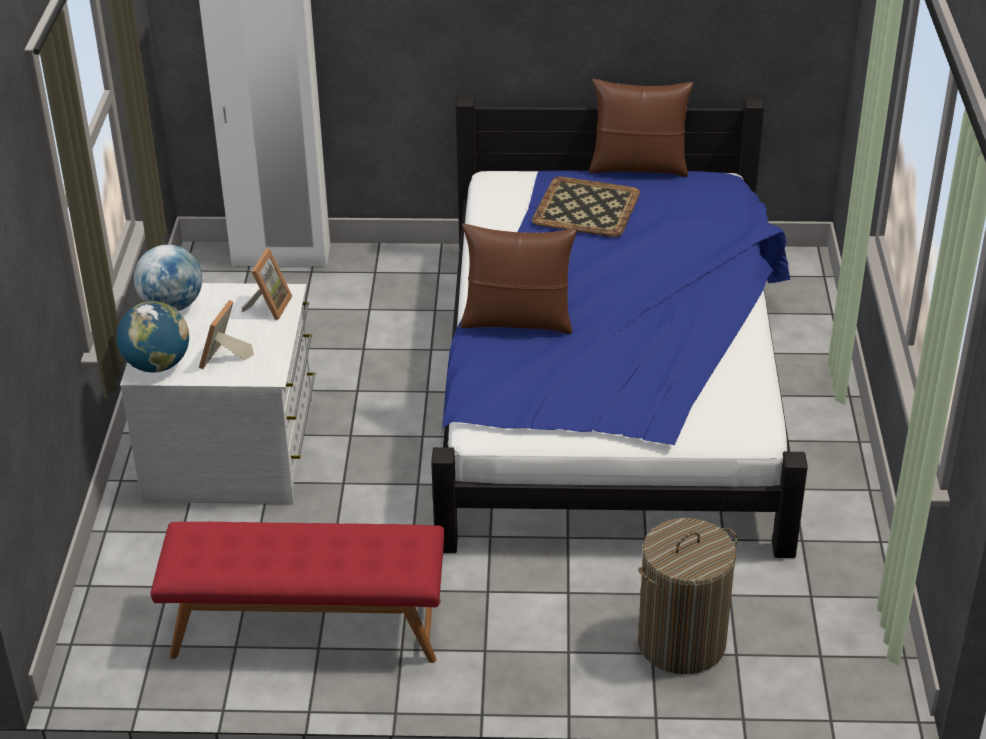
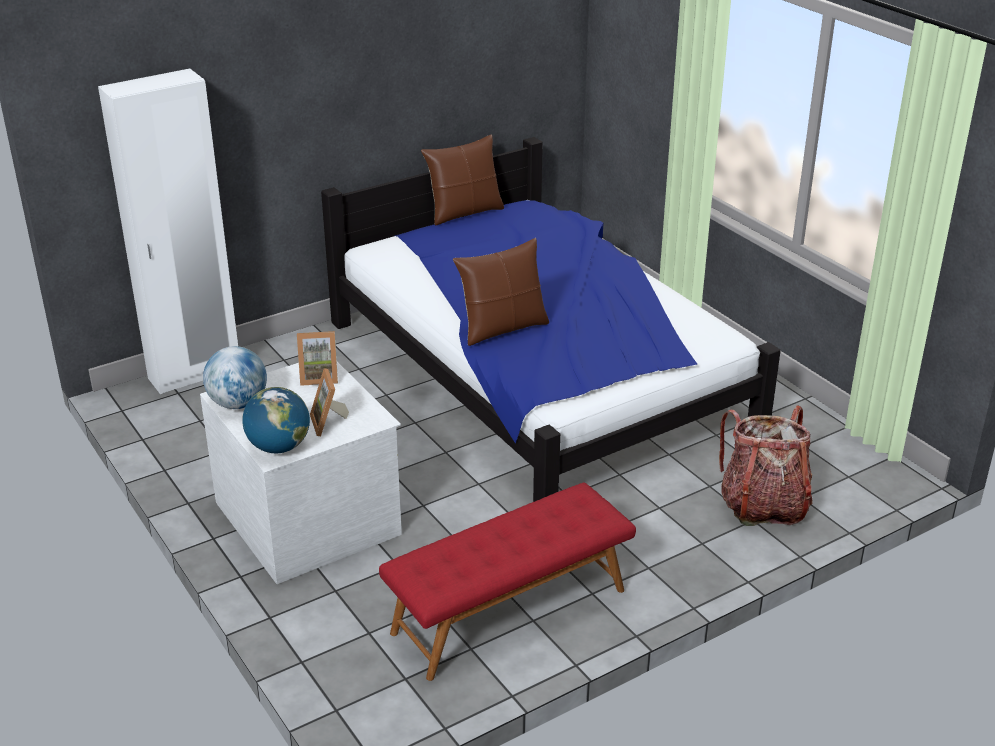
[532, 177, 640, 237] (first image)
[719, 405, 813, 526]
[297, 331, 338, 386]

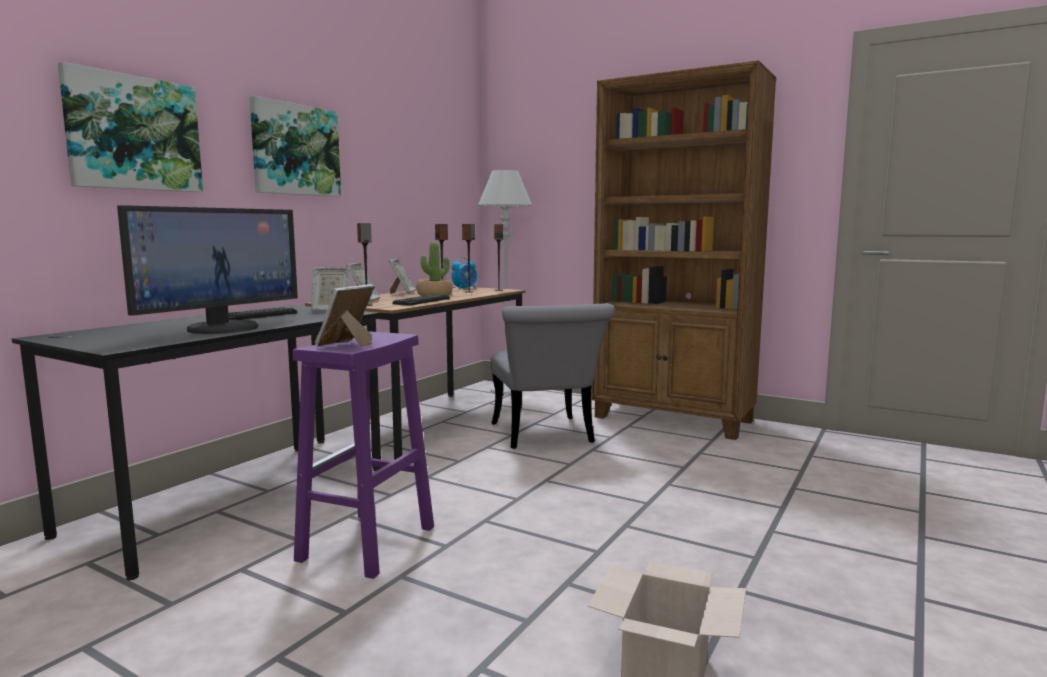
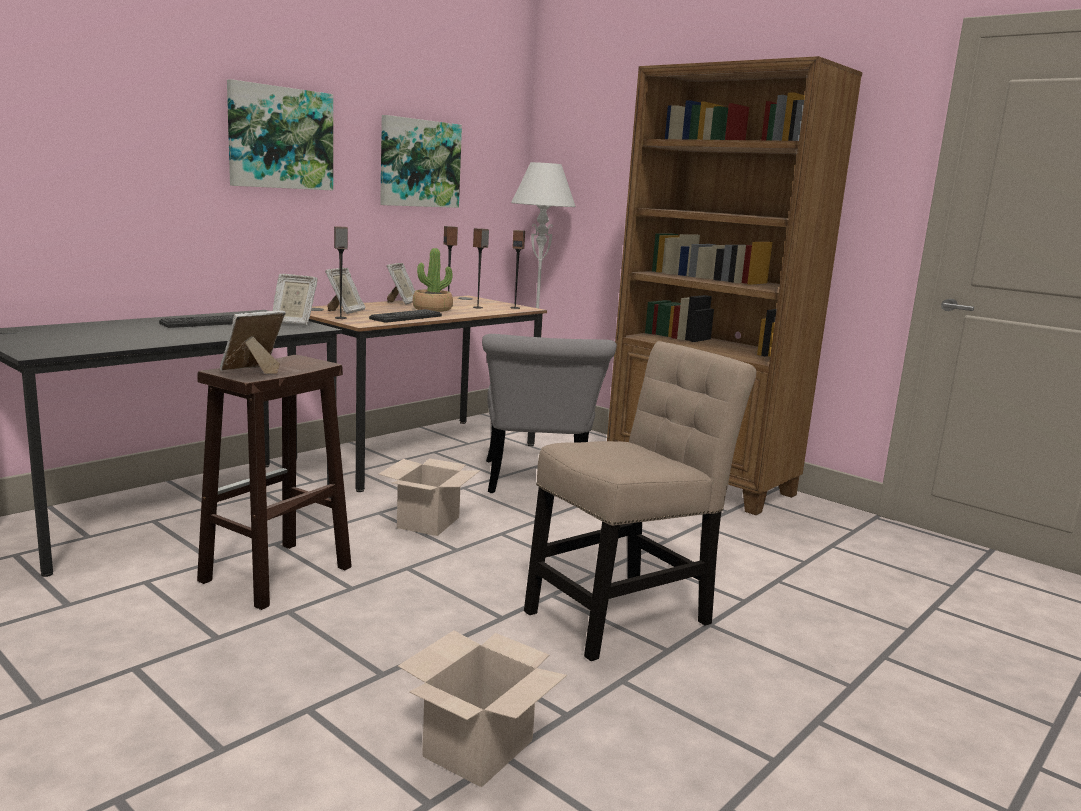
[117, 205, 298, 334] (first image)
[452, 257, 477, 290] (first image)
[379, 458, 480, 536]
[524, 341, 756, 661]
[380, 115, 462, 208]
[197, 355, 352, 610]

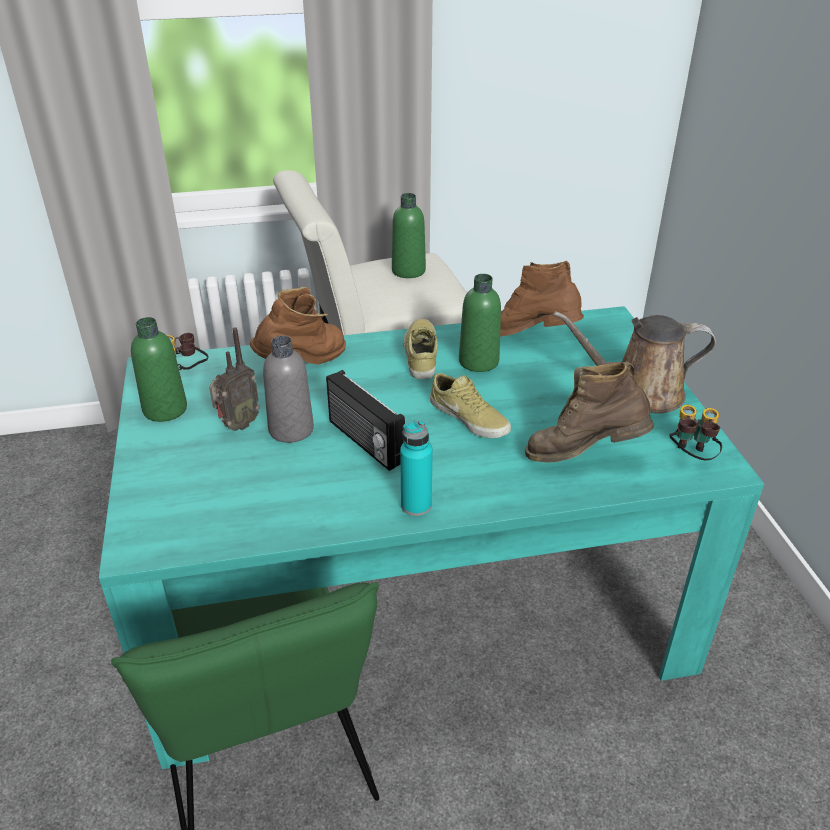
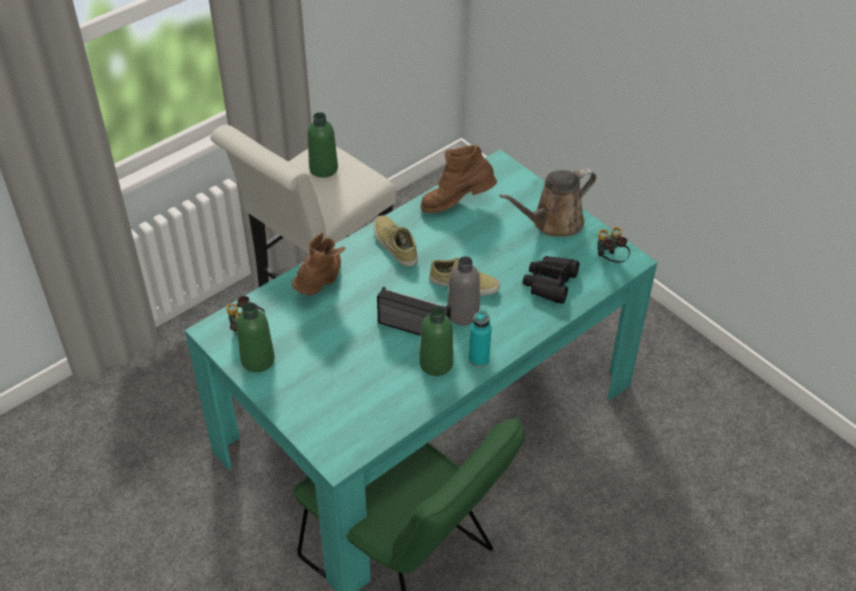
[209, 327, 260, 431] (first image)
[447, 256, 480, 325]
[419, 306, 453, 376]
[523, 256, 579, 304]

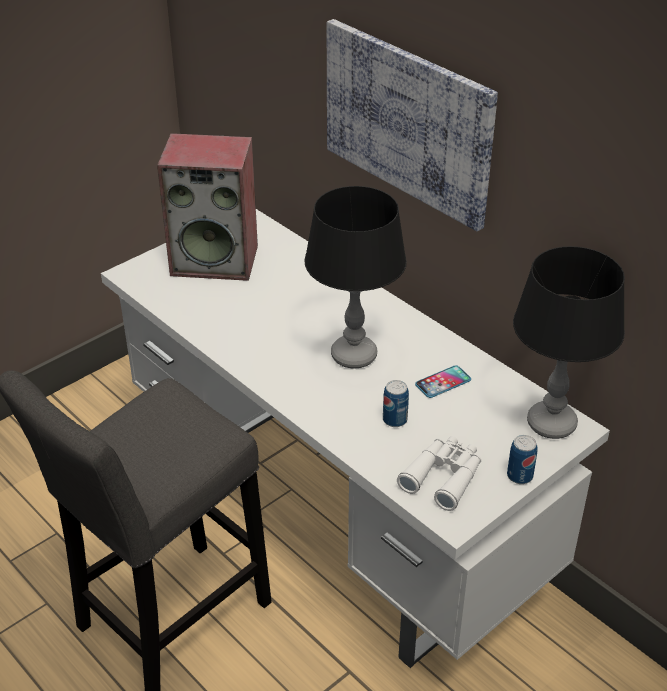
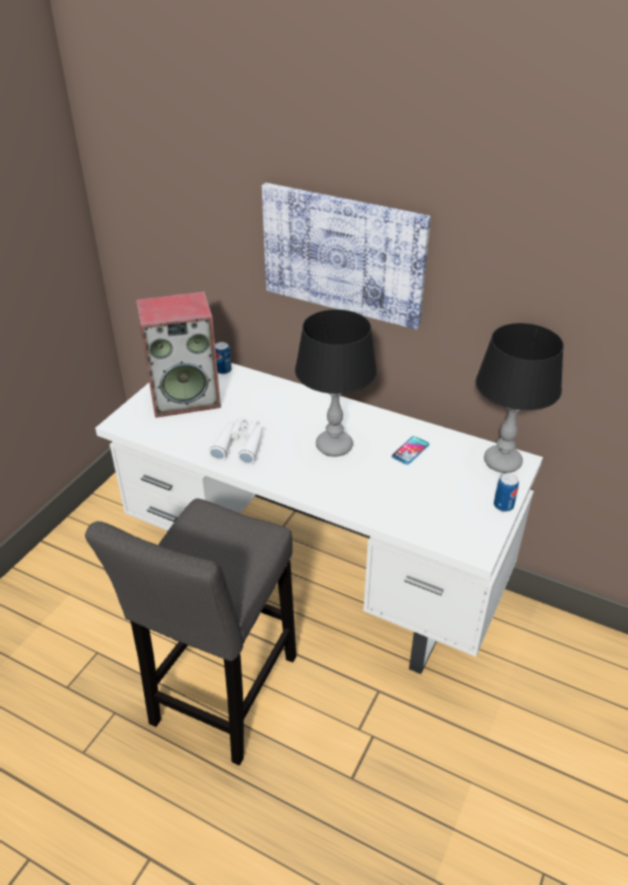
[215, 342, 232, 374]
[209, 418, 263, 465]

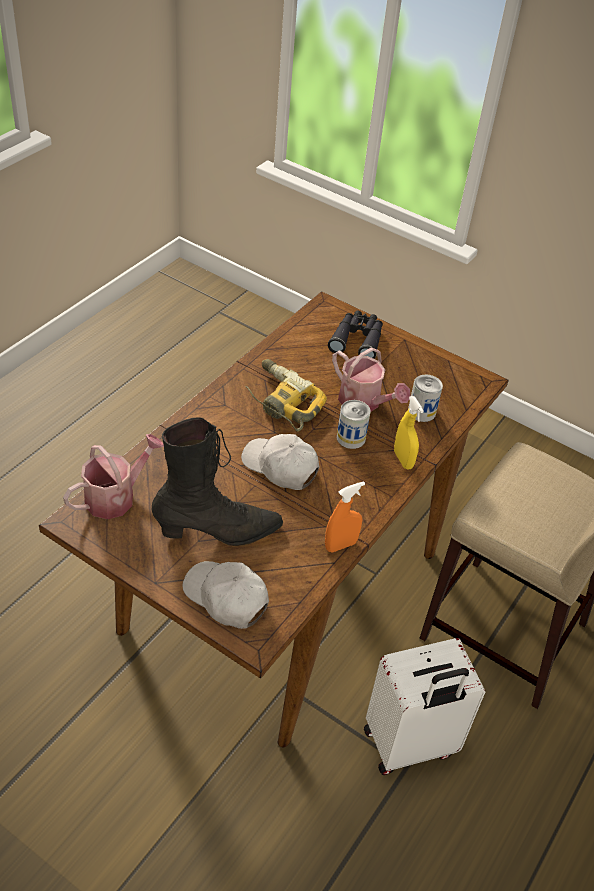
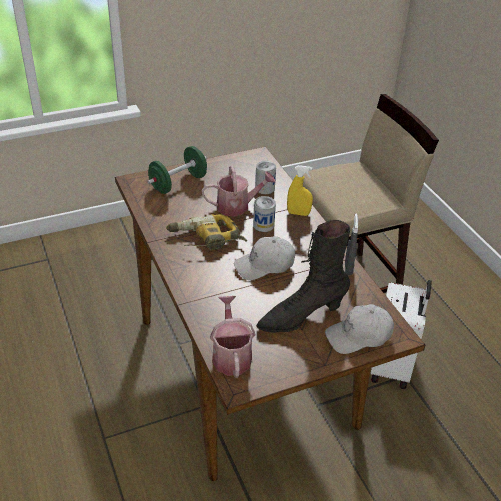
[147, 146, 207, 194]
[345, 214, 358, 275]
[256, 220, 350, 333]

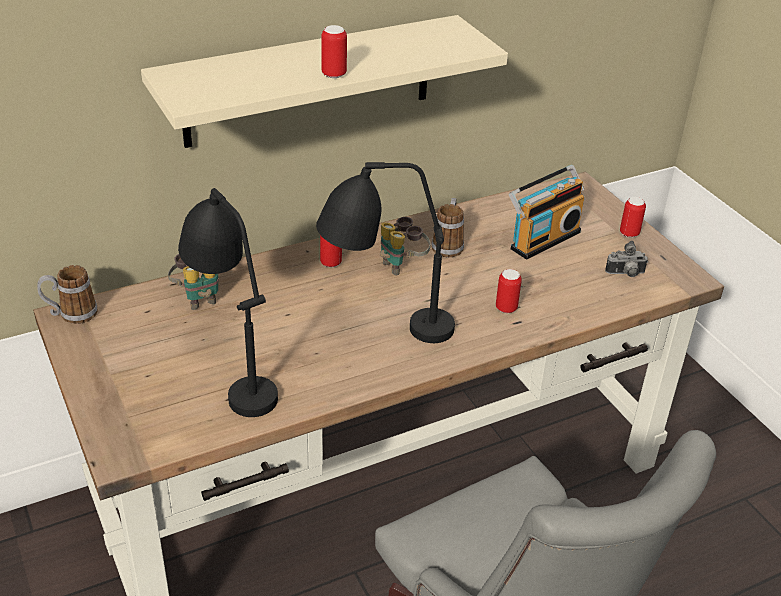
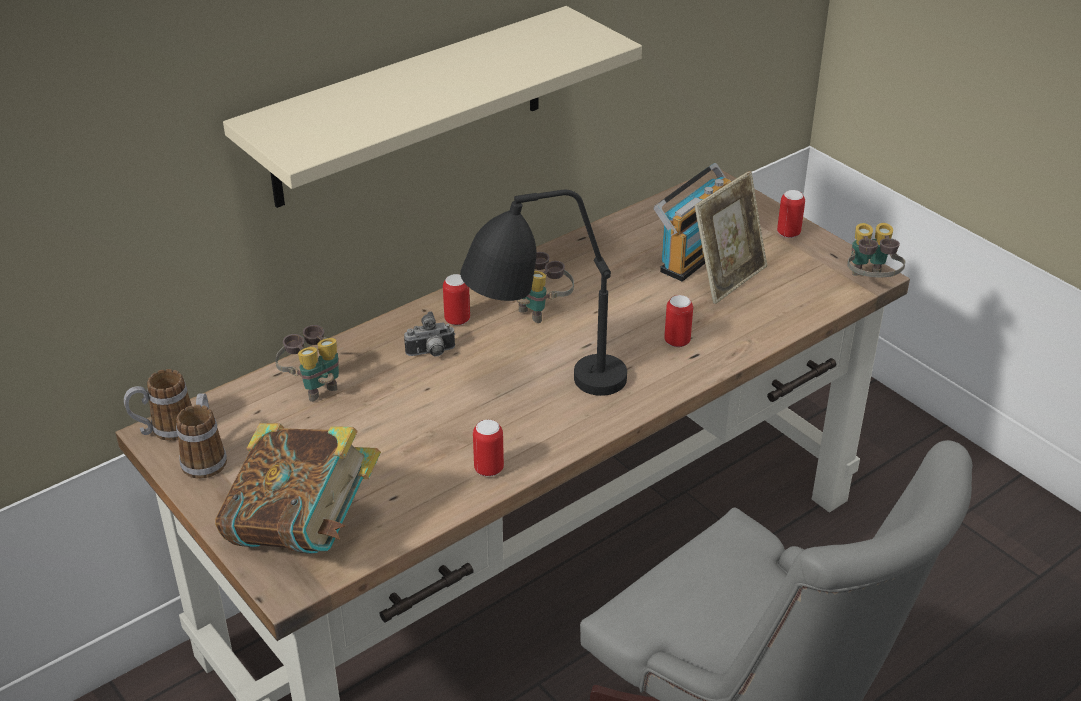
[178, 188, 278, 417] (first image)
[215, 423, 381, 554]
[694, 171, 767, 304]
[847, 223, 905, 277]
[473, 420, 504, 477]
[176, 393, 227, 479]
[404, 311, 455, 357]

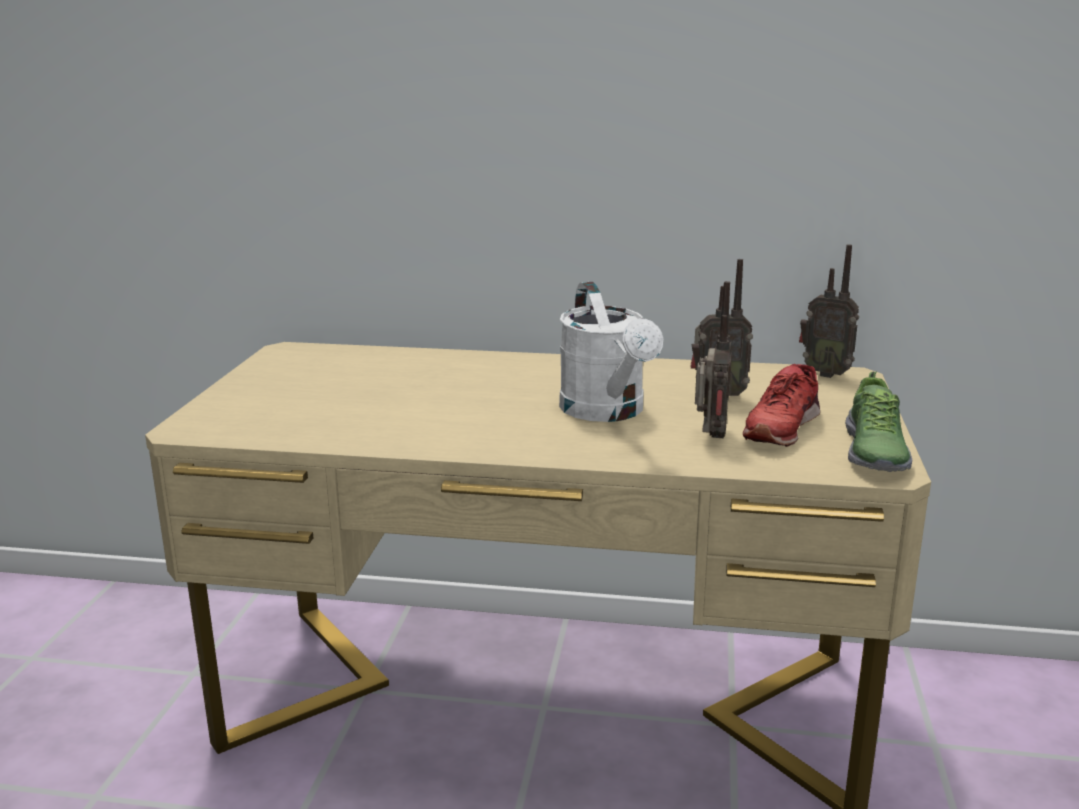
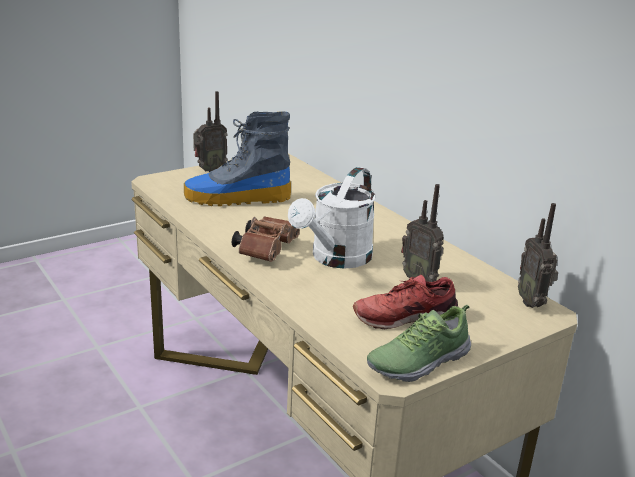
[184, 111, 291, 206]
[232, 216, 300, 262]
[193, 91, 228, 172]

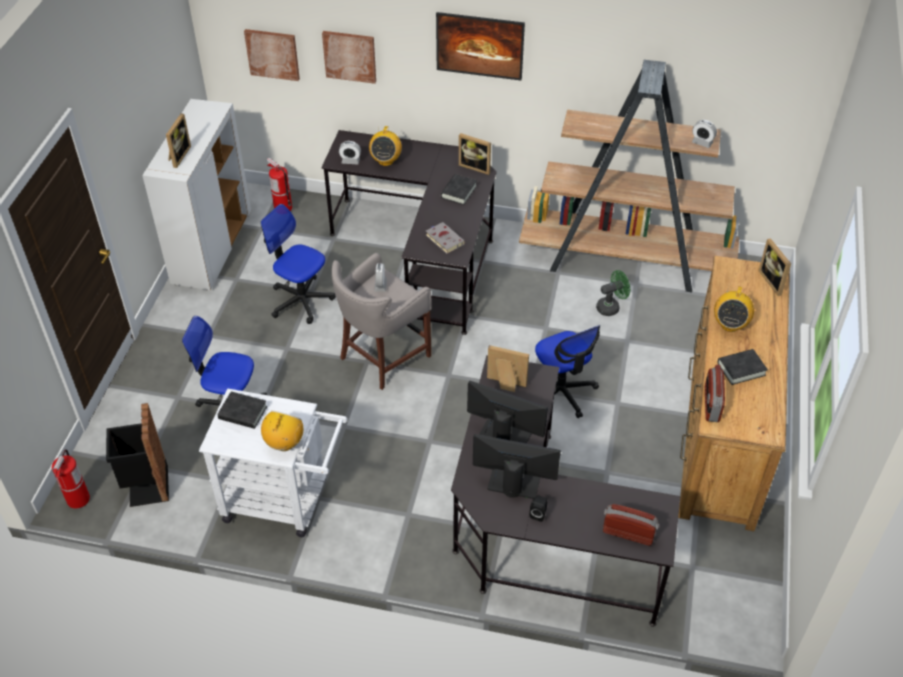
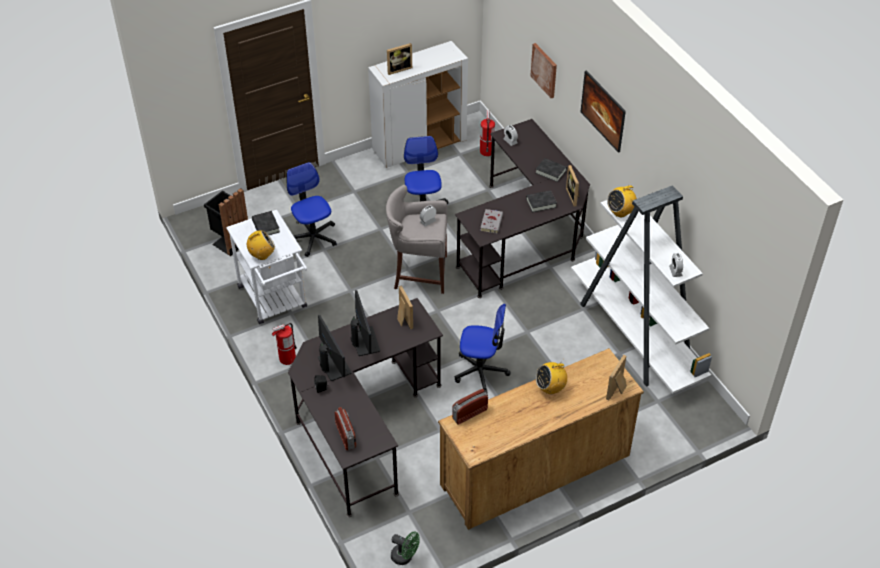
[244, 29, 300, 81] (first image)
[272, 323, 297, 365]
[607, 182, 637, 217]
[391, 531, 419, 565]
[536, 158, 567, 182]
[571, 185, 712, 393]
[455, 304, 510, 394]

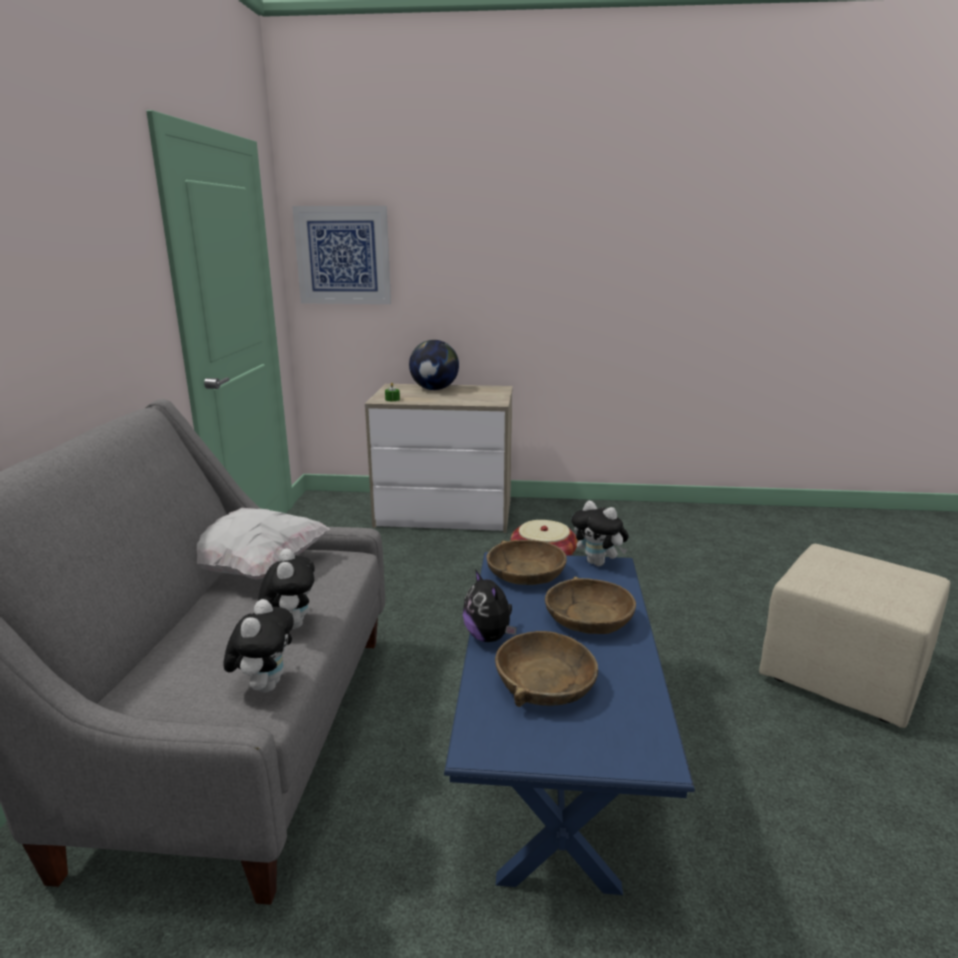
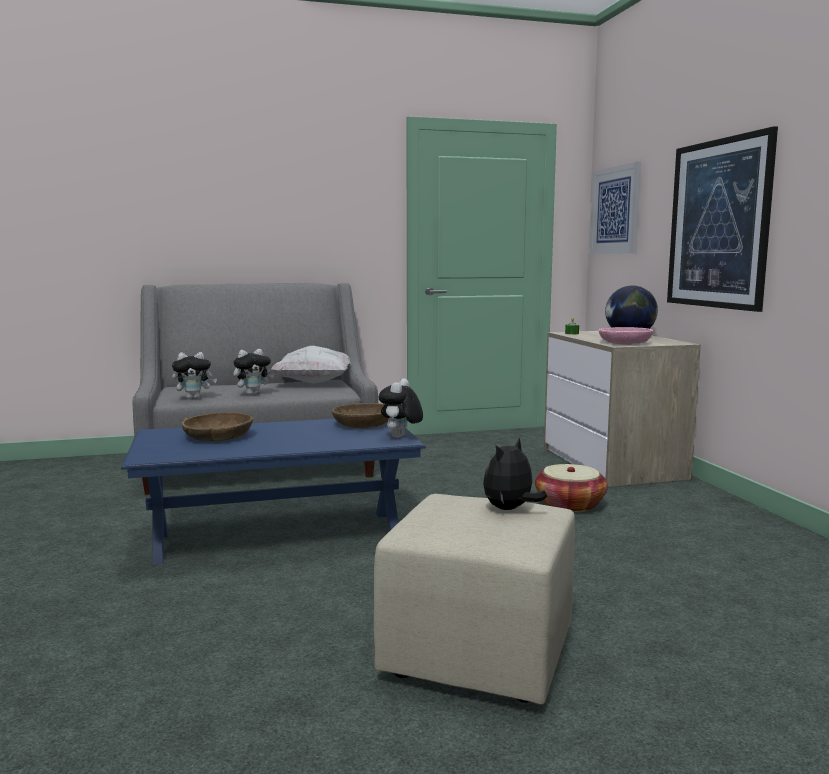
[545, 577, 636, 634] (first image)
[599, 327, 654, 345]
[667, 126, 778, 312]
[483, 438, 547, 510]

